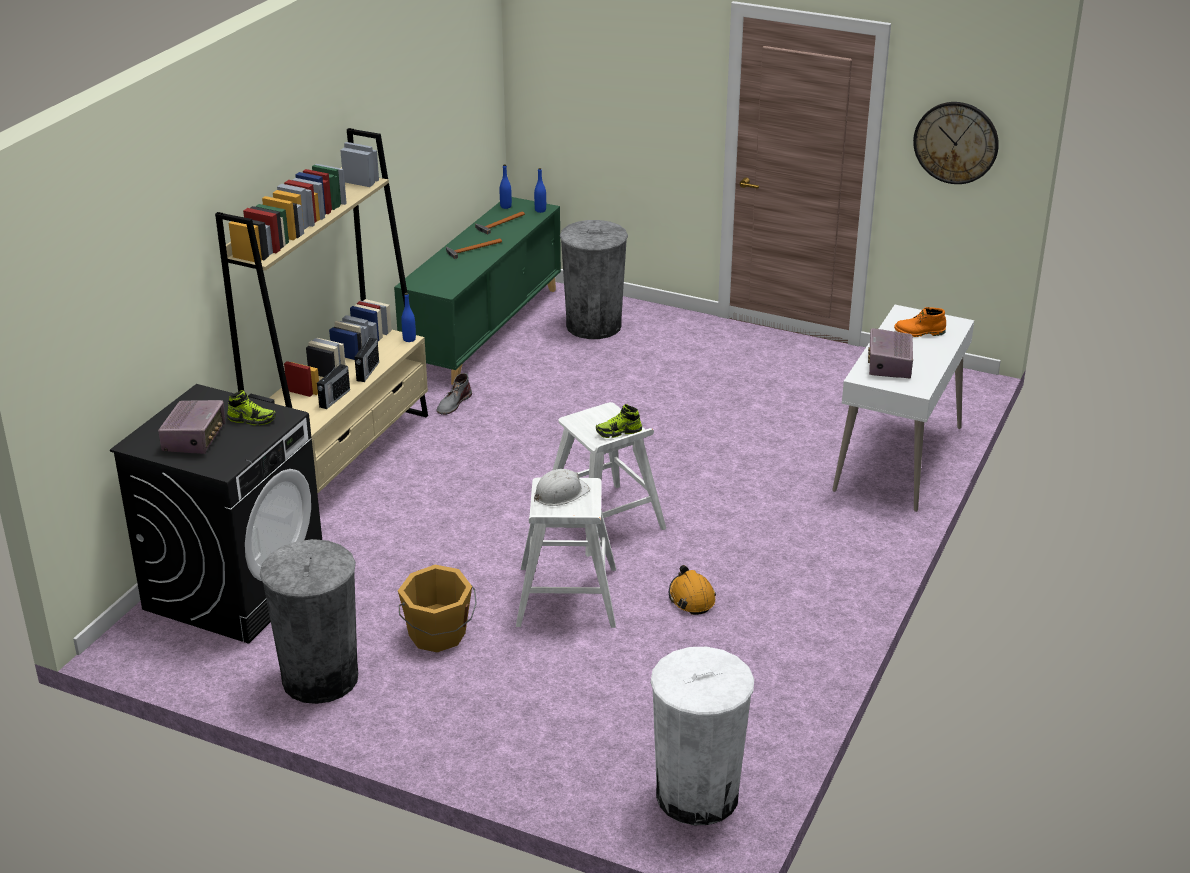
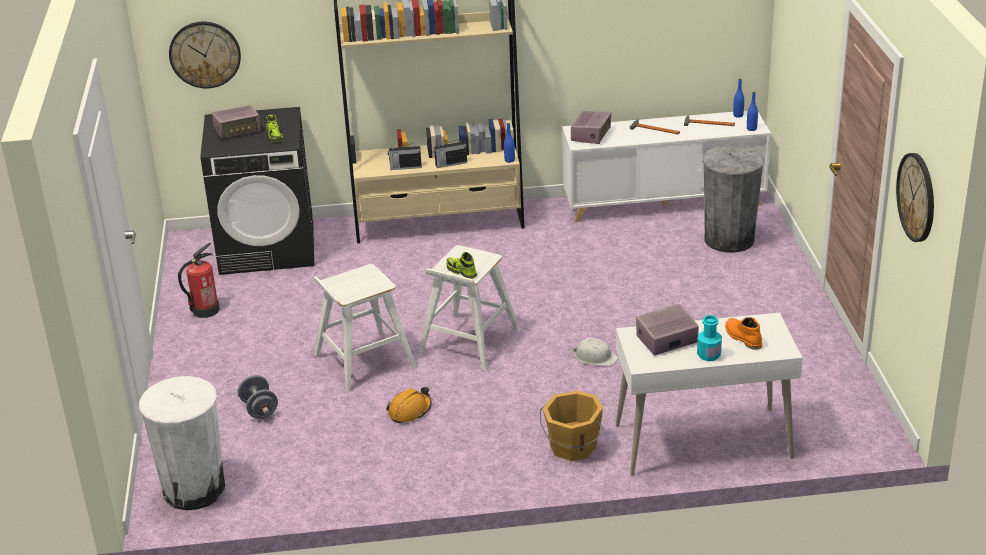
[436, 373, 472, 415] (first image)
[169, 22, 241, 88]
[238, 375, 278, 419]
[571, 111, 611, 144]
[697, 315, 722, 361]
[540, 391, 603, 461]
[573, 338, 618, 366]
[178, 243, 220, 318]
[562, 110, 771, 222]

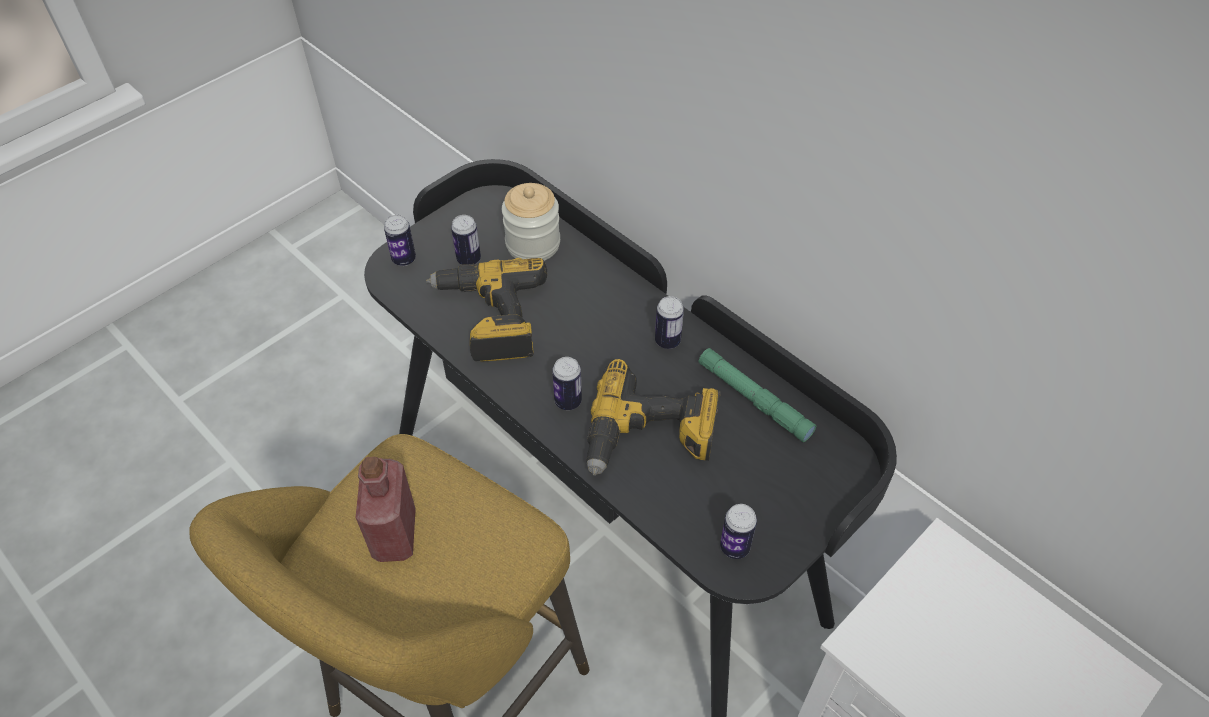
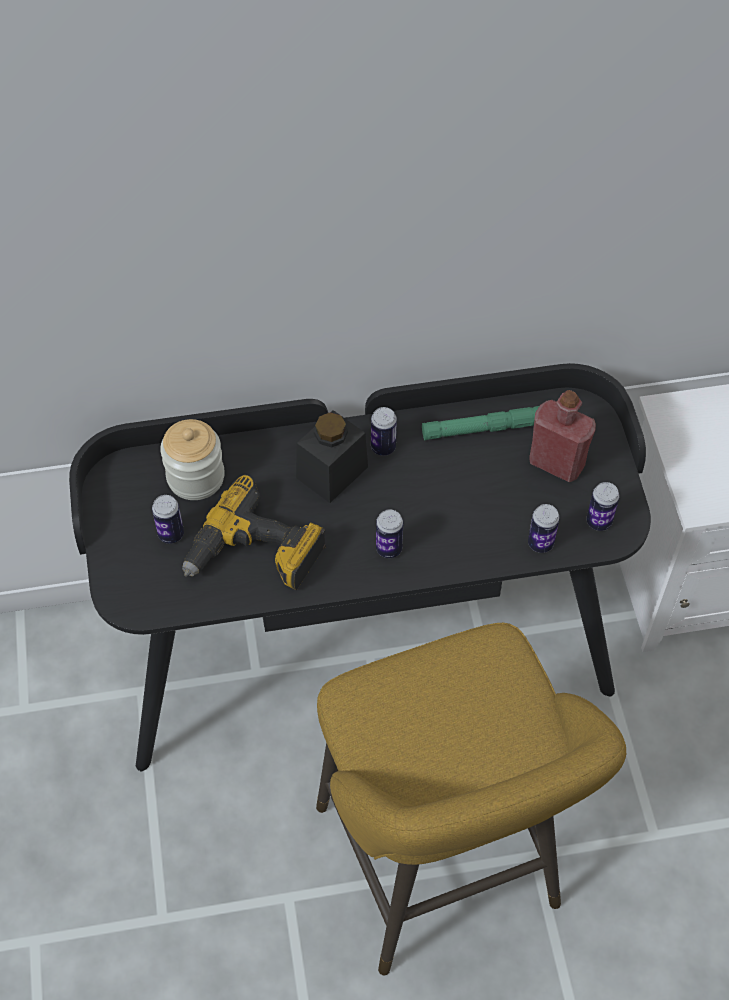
[586, 359, 721, 476] (first image)
[296, 410, 368, 503]
[529, 390, 596, 482]
[528, 504, 560, 553]

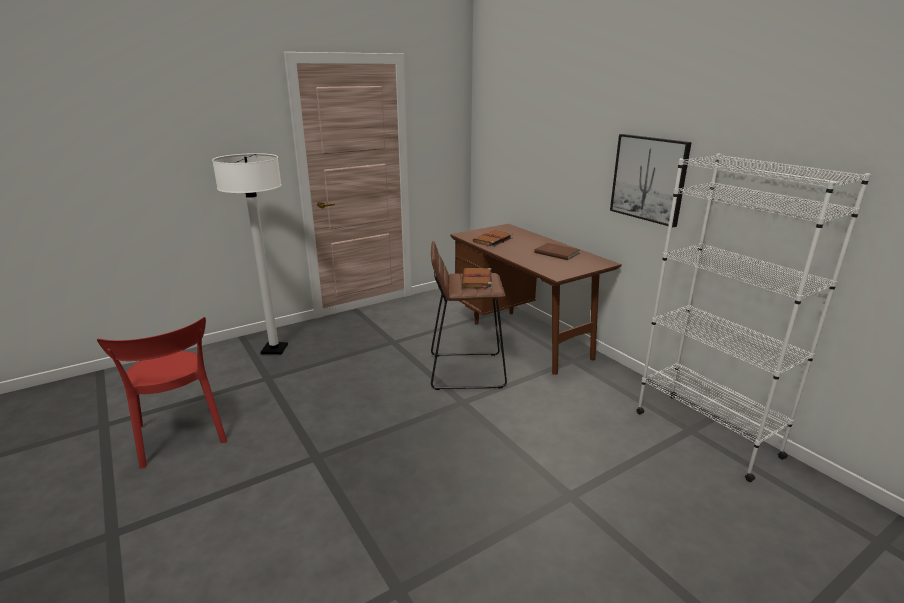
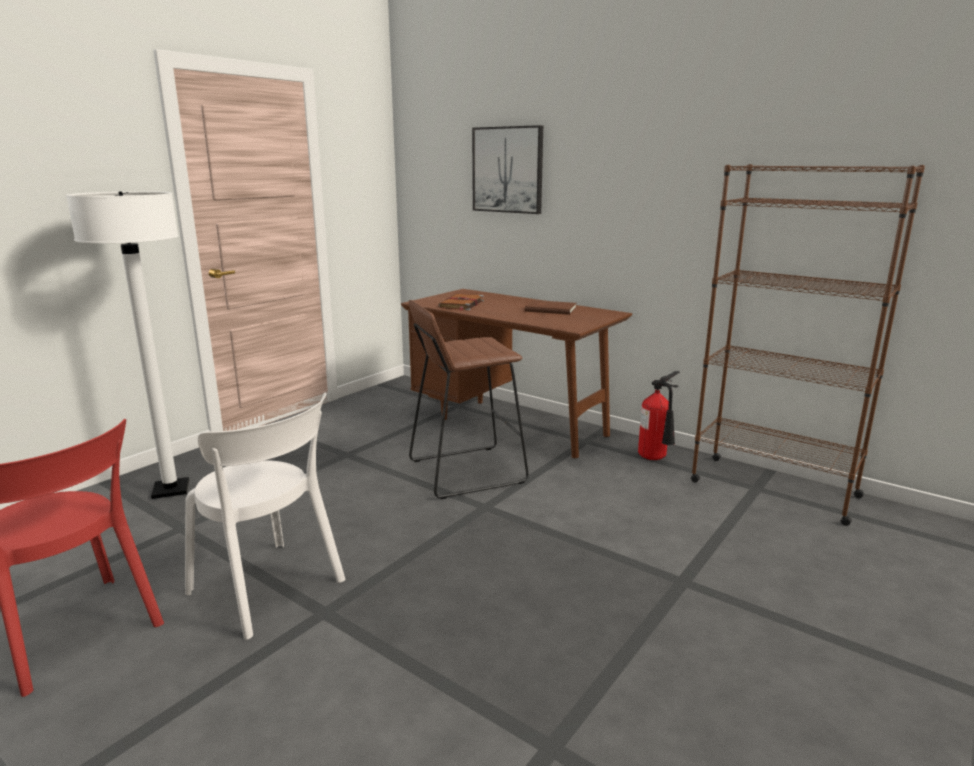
[462, 268, 492, 290] (first image)
[185, 392, 346, 640]
[638, 371, 680, 460]
[472, 125, 543, 214]
[691, 164, 925, 526]

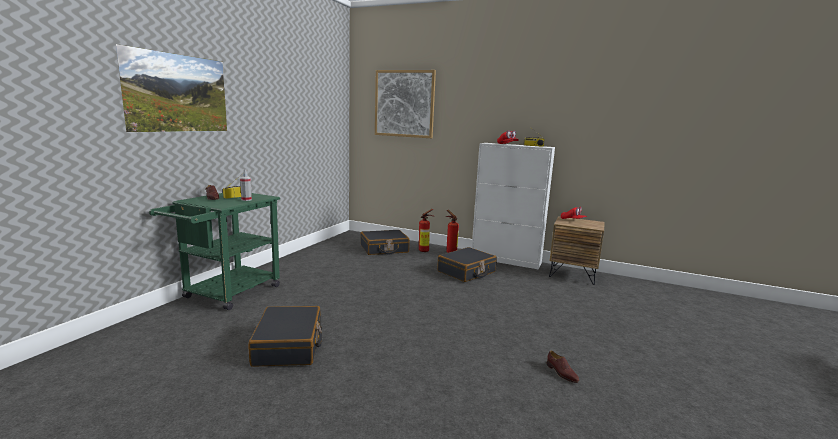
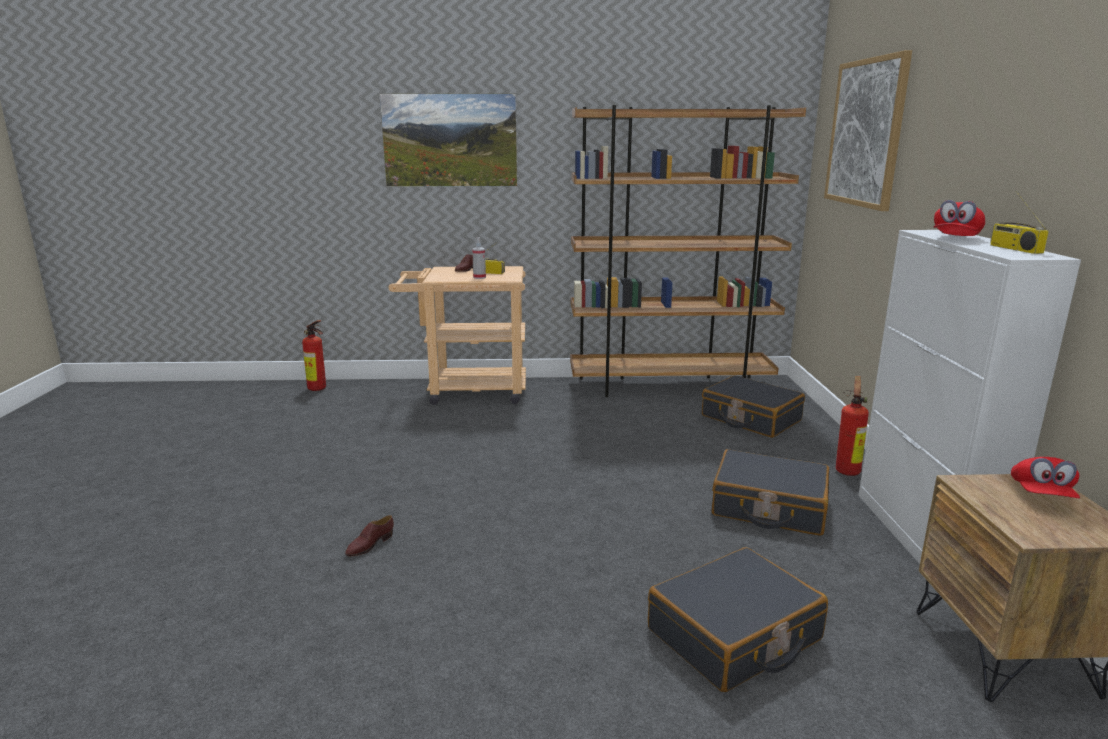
[570, 105, 806, 397]
[648, 547, 828, 692]
[302, 320, 326, 391]
[345, 515, 394, 556]
[388, 266, 526, 405]

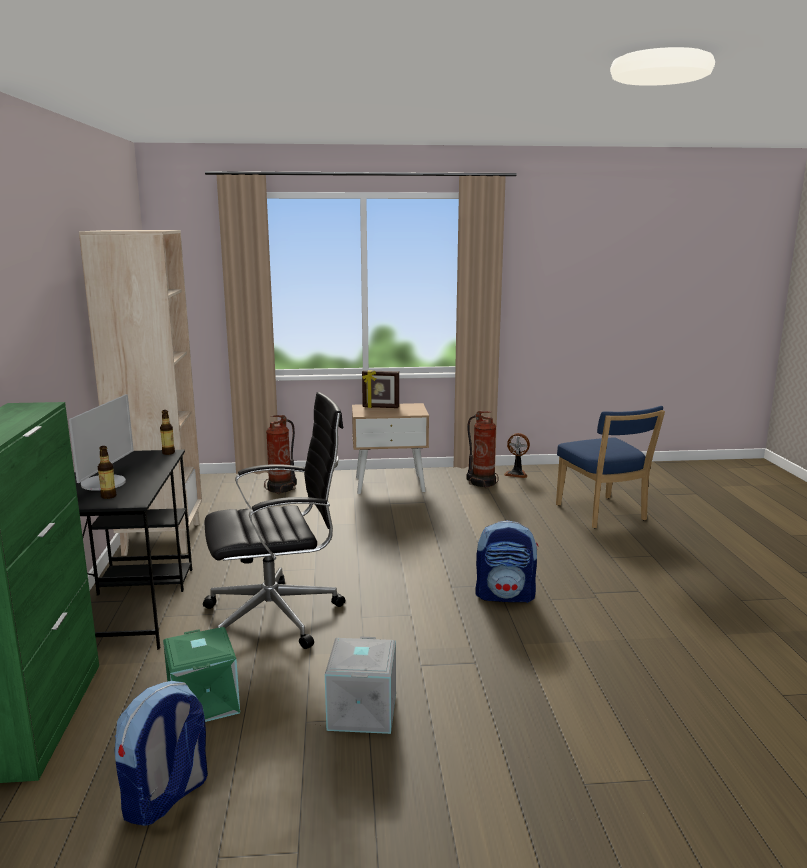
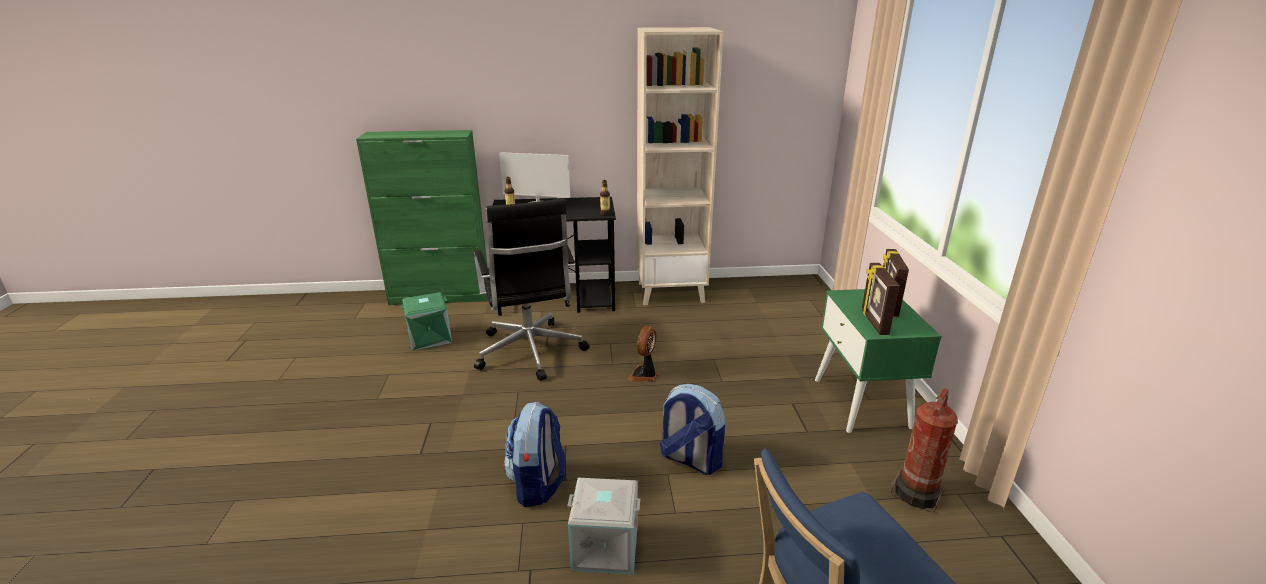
[264, 415, 297, 494] (first image)
[862, 263, 900, 335]
[660, 384, 725, 475]
[567, 478, 640, 574]
[628, 326, 659, 382]
[815, 289, 942, 433]

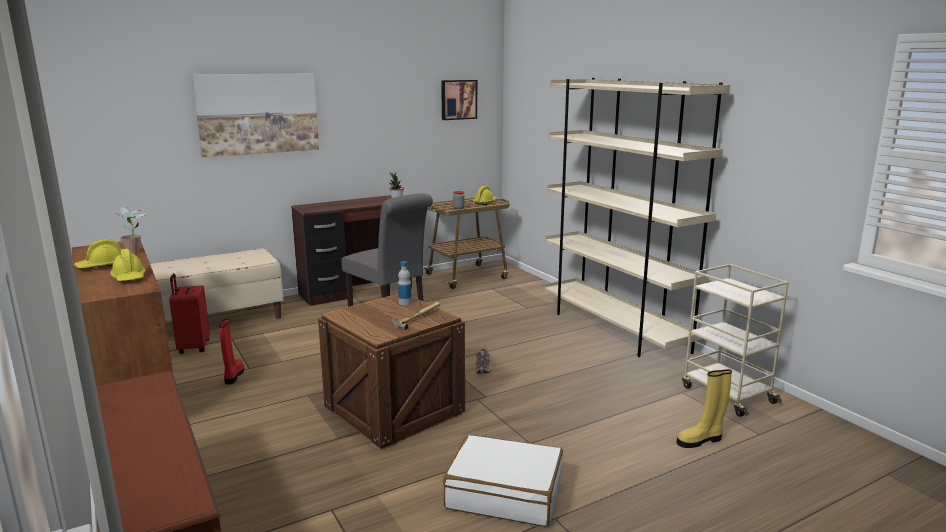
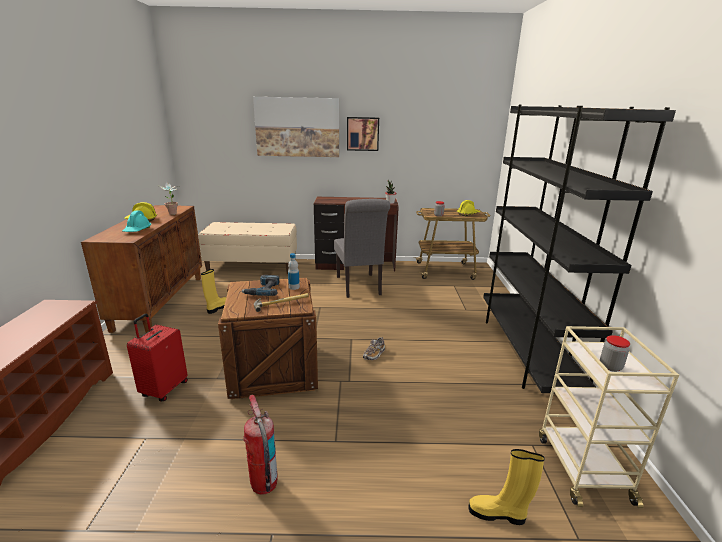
[241, 275, 279, 296]
[600, 335, 630, 372]
[127, 314, 188, 401]
[347, 117, 379, 151]
[243, 395, 278, 494]
[122, 211, 151, 232]
[201, 269, 226, 314]
[483, 105, 676, 393]

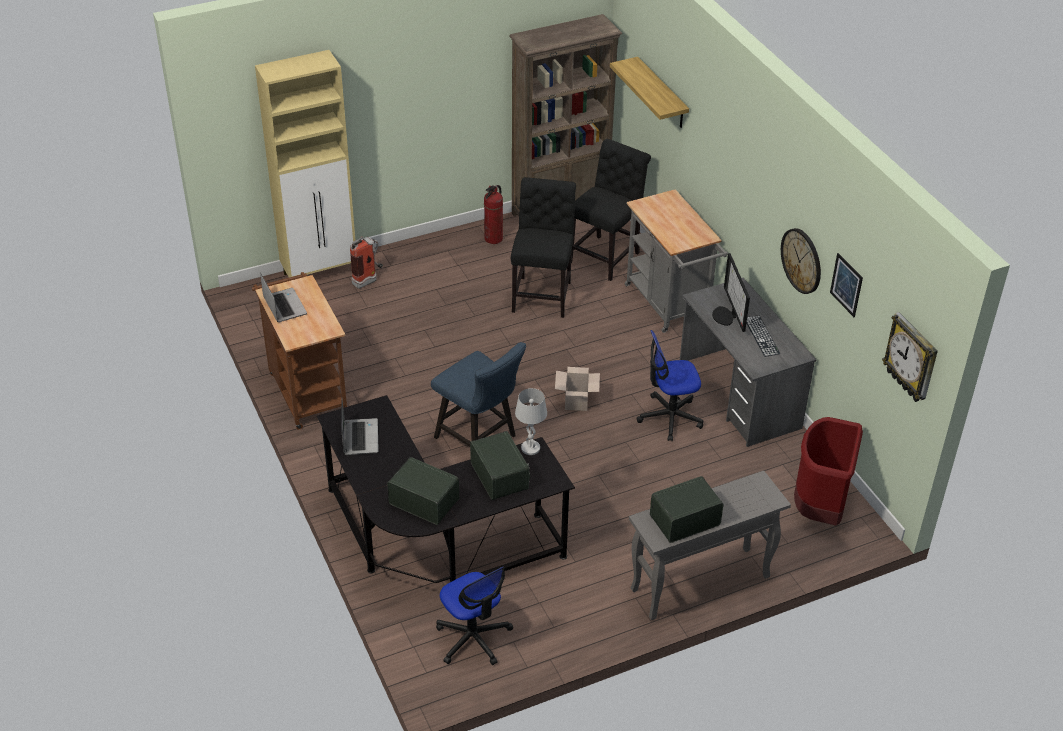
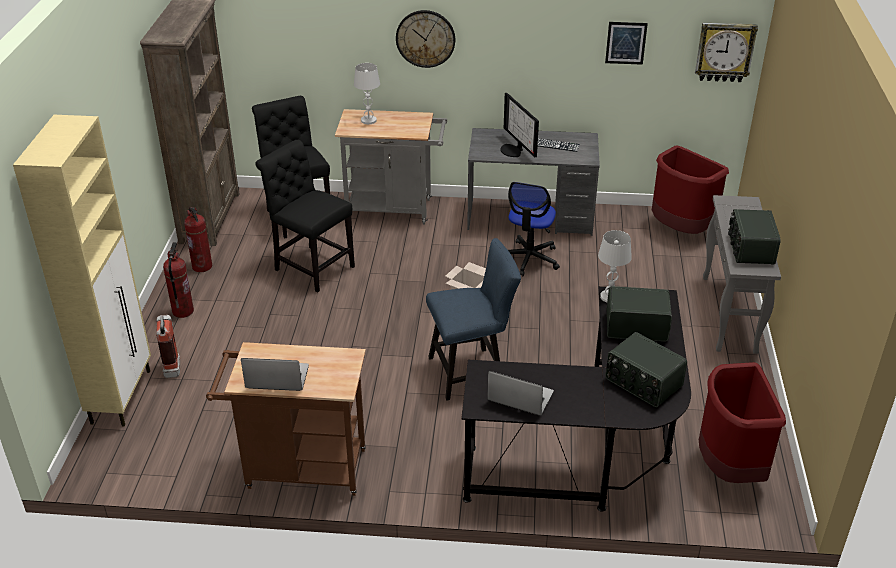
[610, 57, 689, 128] (first image)
[163, 242, 194, 318]
[354, 63, 380, 124]
[396, 10, 455, 68]
[699, 362, 786, 483]
[606, 332, 687, 407]
[500, 93, 539, 157]

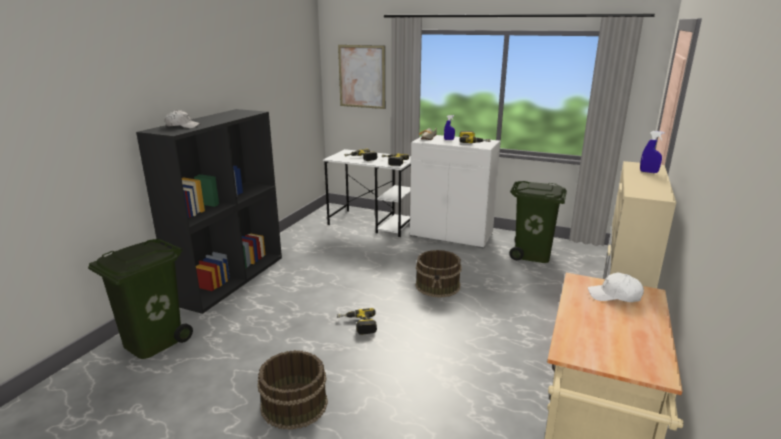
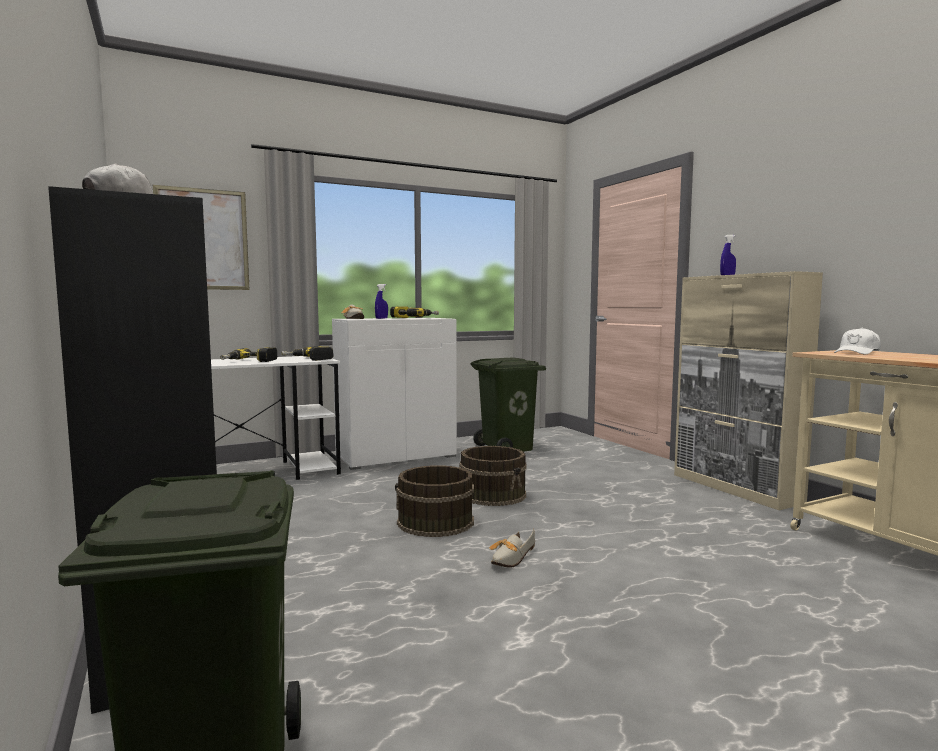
[395, 465, 474, 537]
[489, 528, 535, 568]

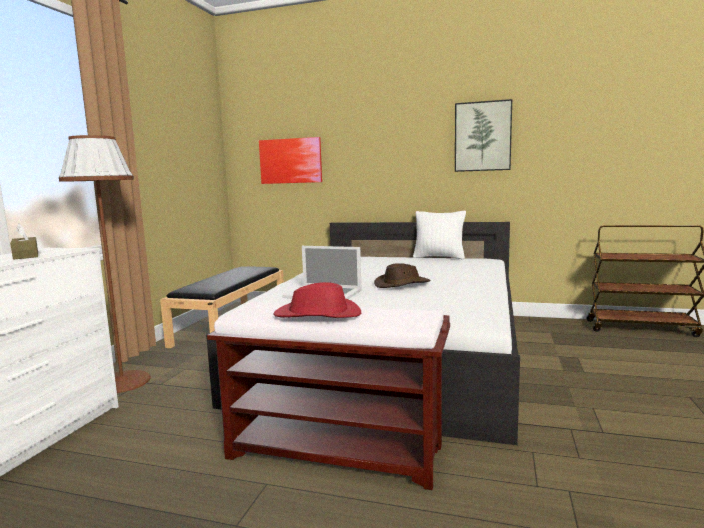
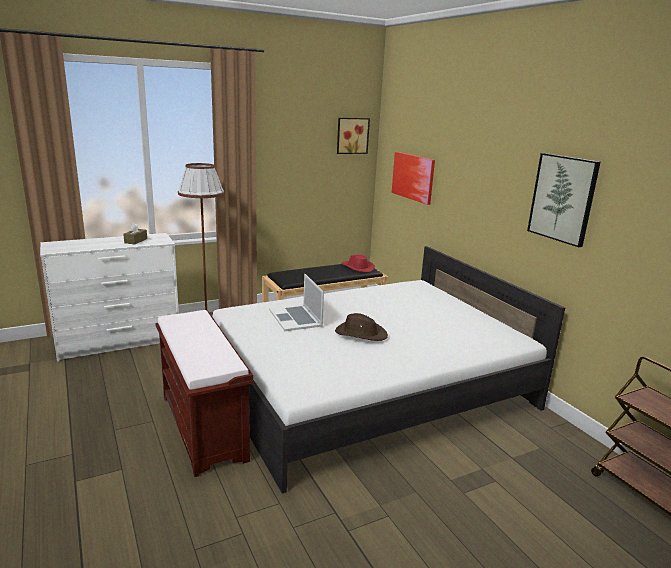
[413, 211, 466, 259] (first image)
[337, 118, 370, 154]
[341, 255, 375, 273]

